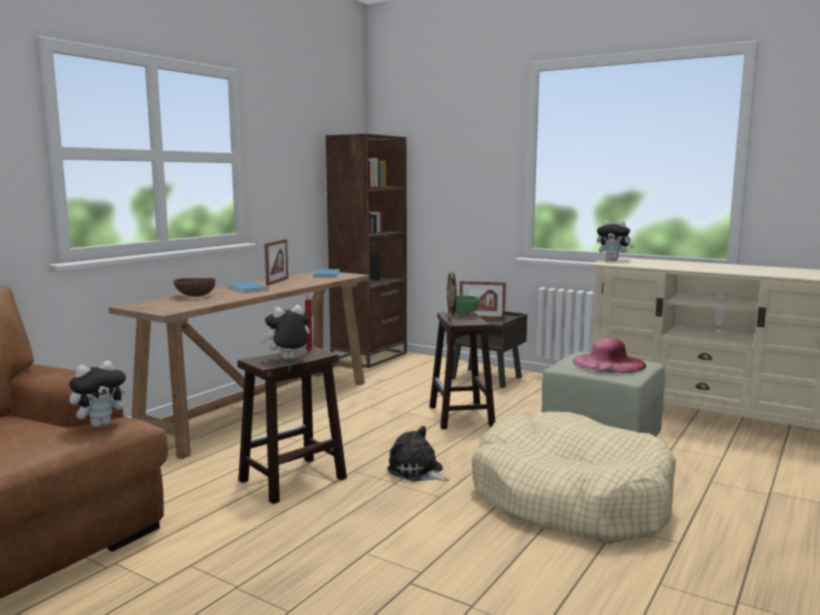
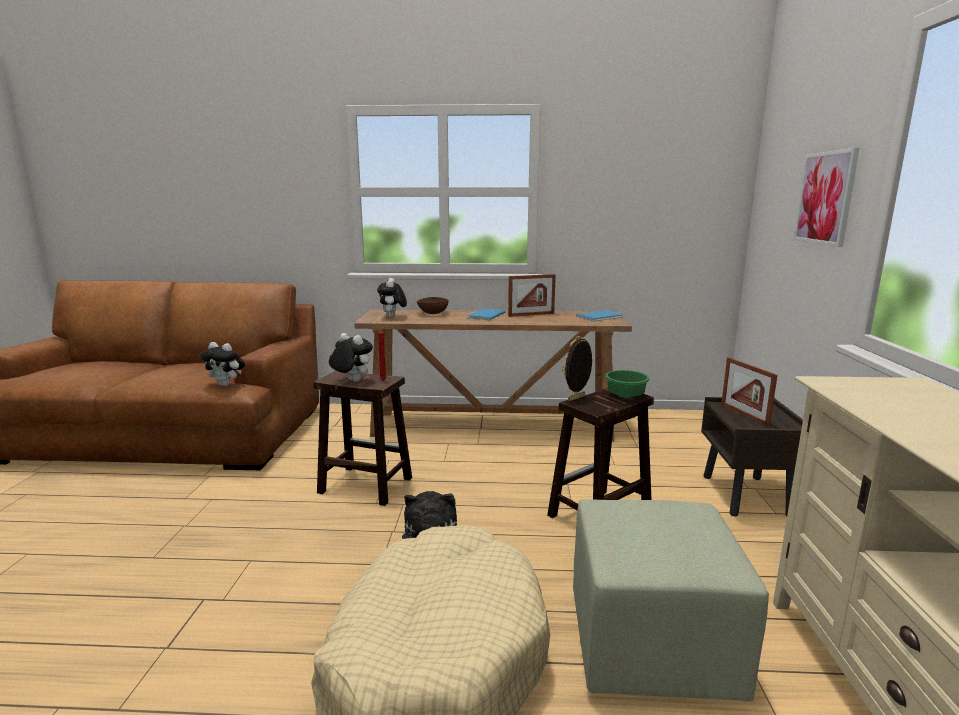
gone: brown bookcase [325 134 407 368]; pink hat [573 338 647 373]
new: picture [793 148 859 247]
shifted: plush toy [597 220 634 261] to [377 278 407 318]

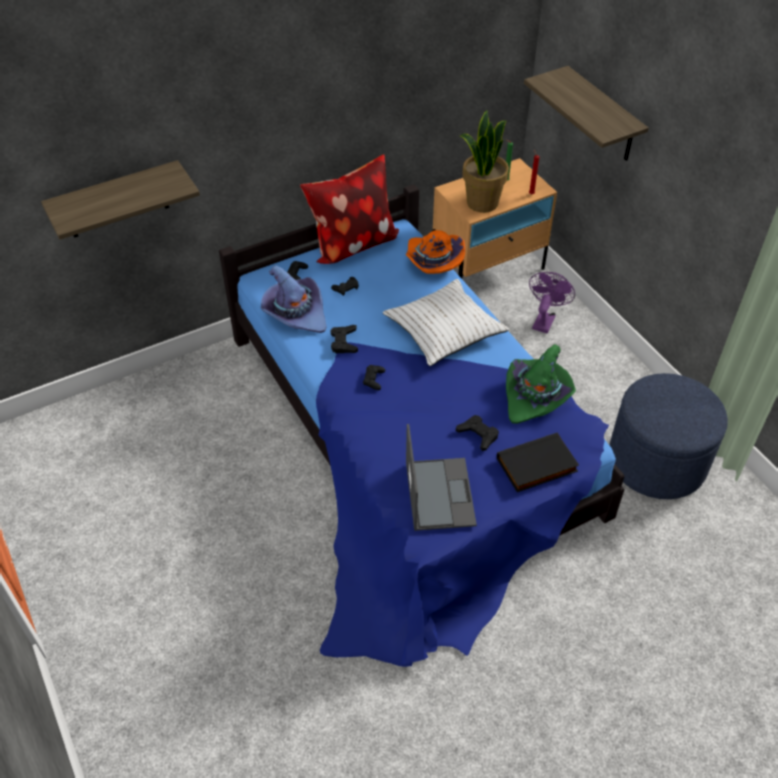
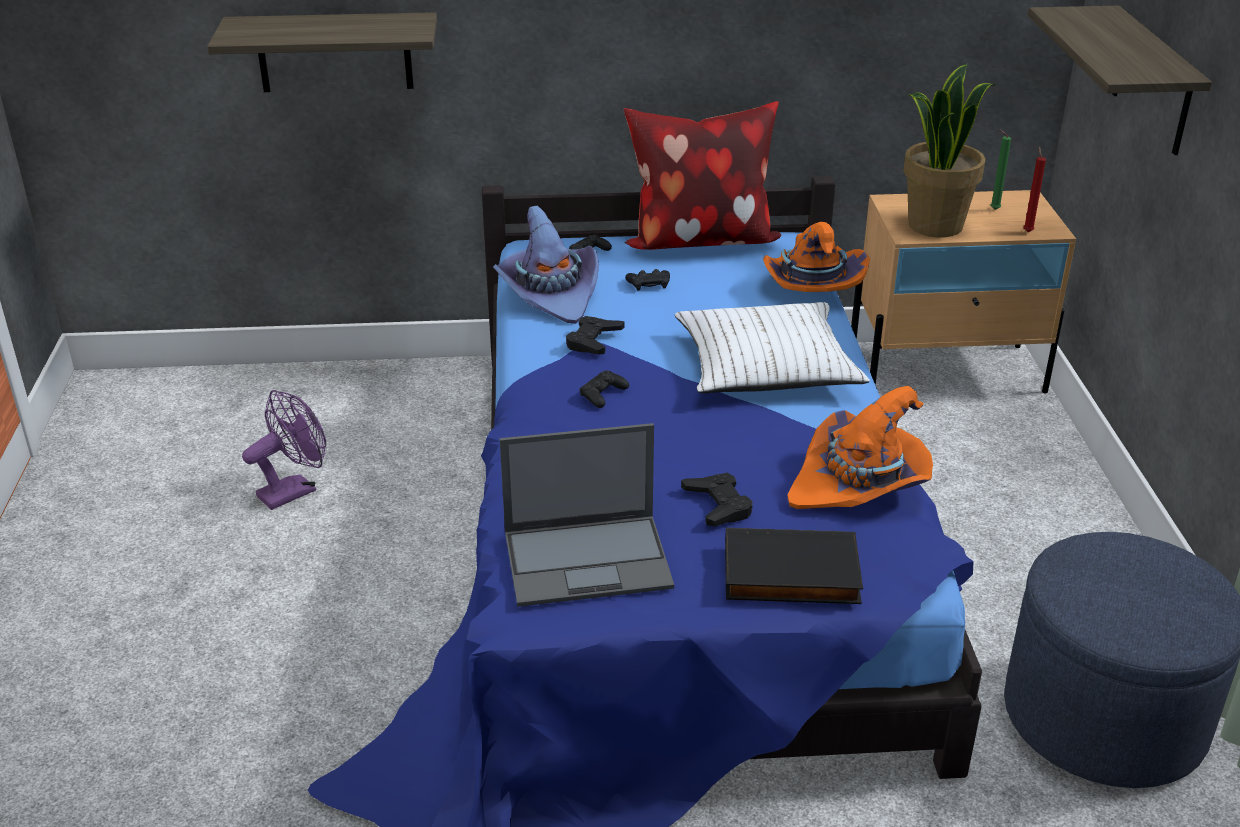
shifted: purple fan [529 272 575 333] to [242 390 326 510]
repainted: green hat [506 344 576 424] to orange hat [788 386 933 509]
rotated: laptop [406 424 477 531] = [500 423 674 607] 60 degrees clockwise

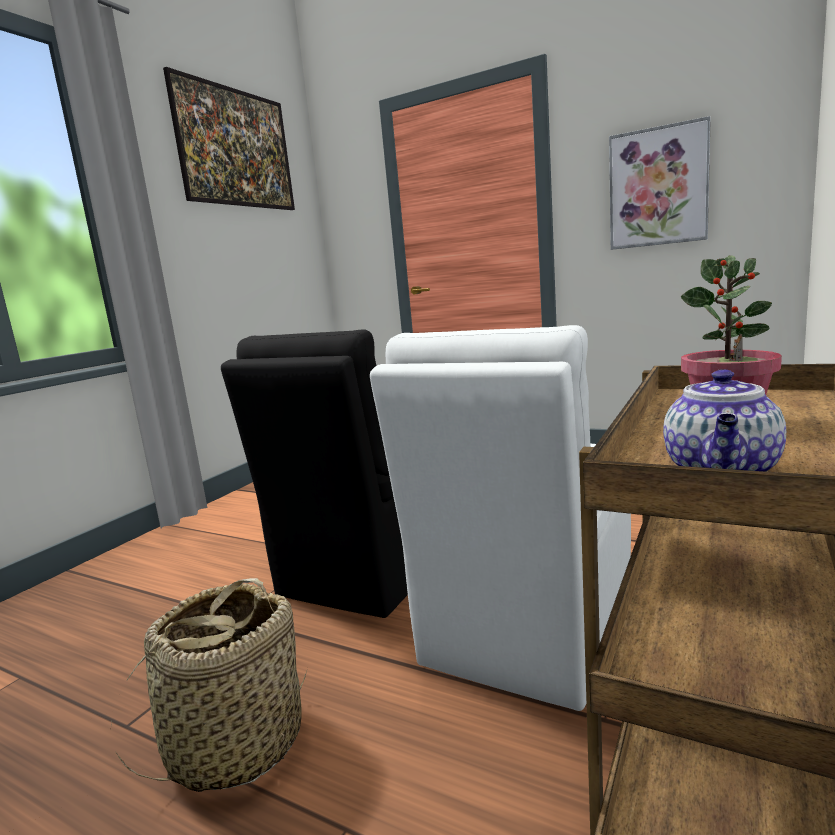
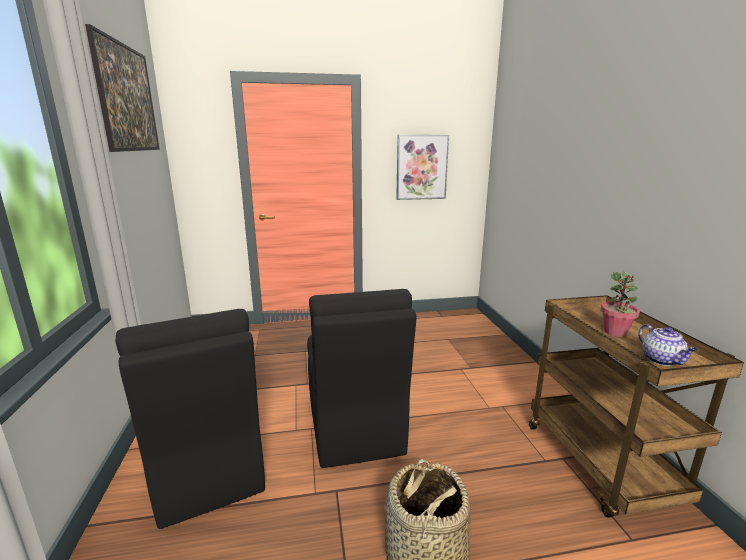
gone: white chair [370 325 631 711]
new: black chair [115 309 265 529]

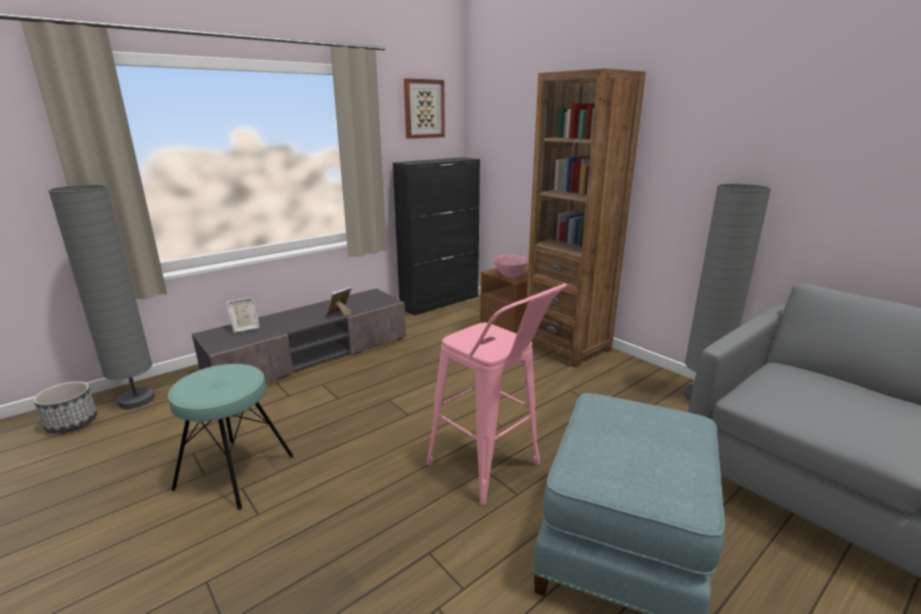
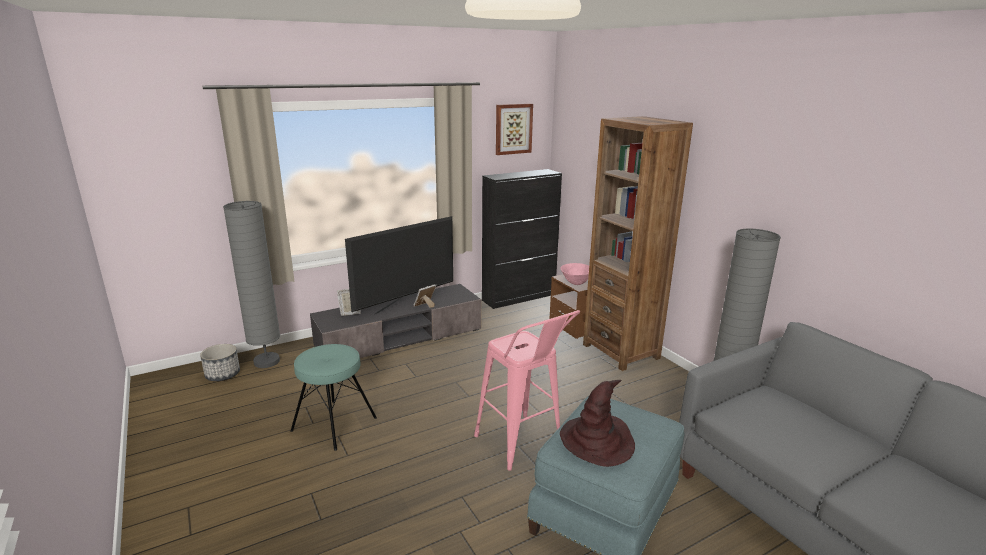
new: television [345 216 453 315]; brown hat [560 380 635 467]

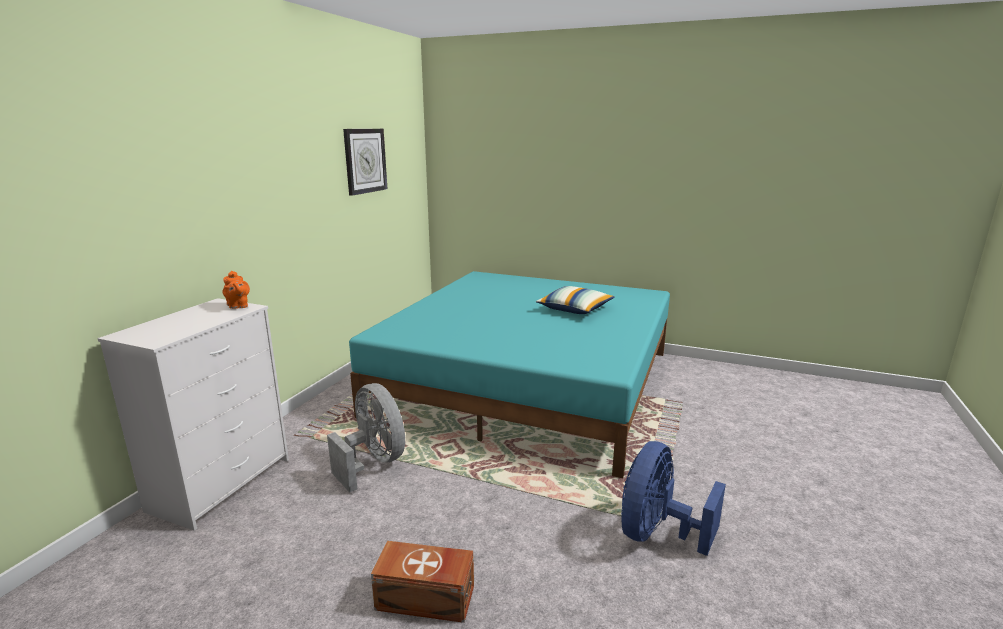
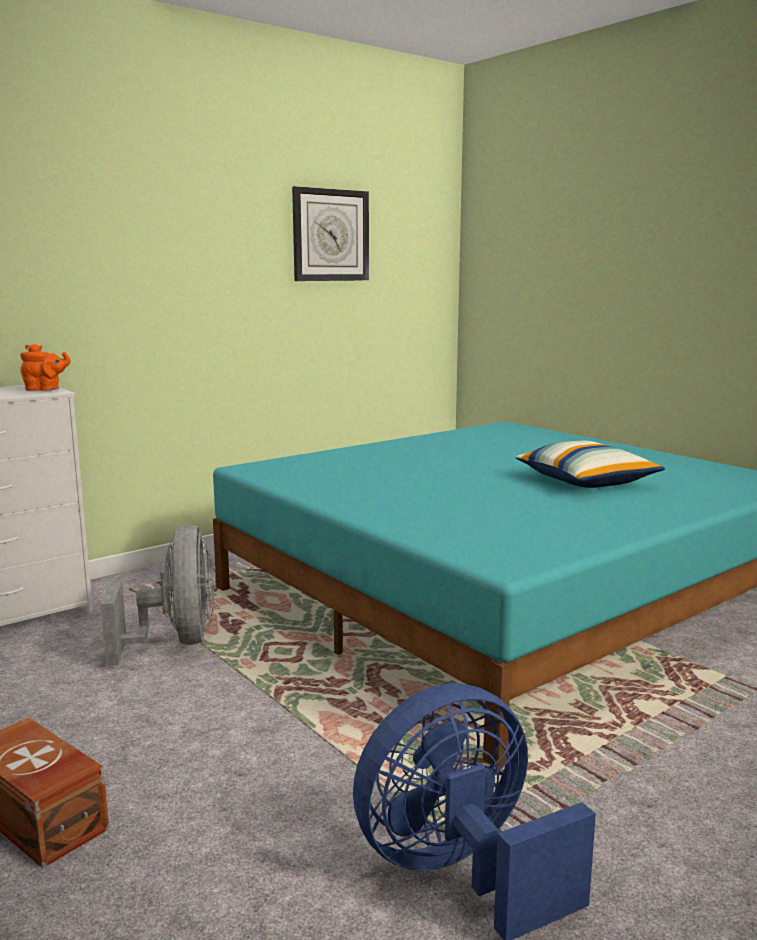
rotated: orange teapot [223 271 250 309] = [20 344 71 391] 90 degrees counterclockwise

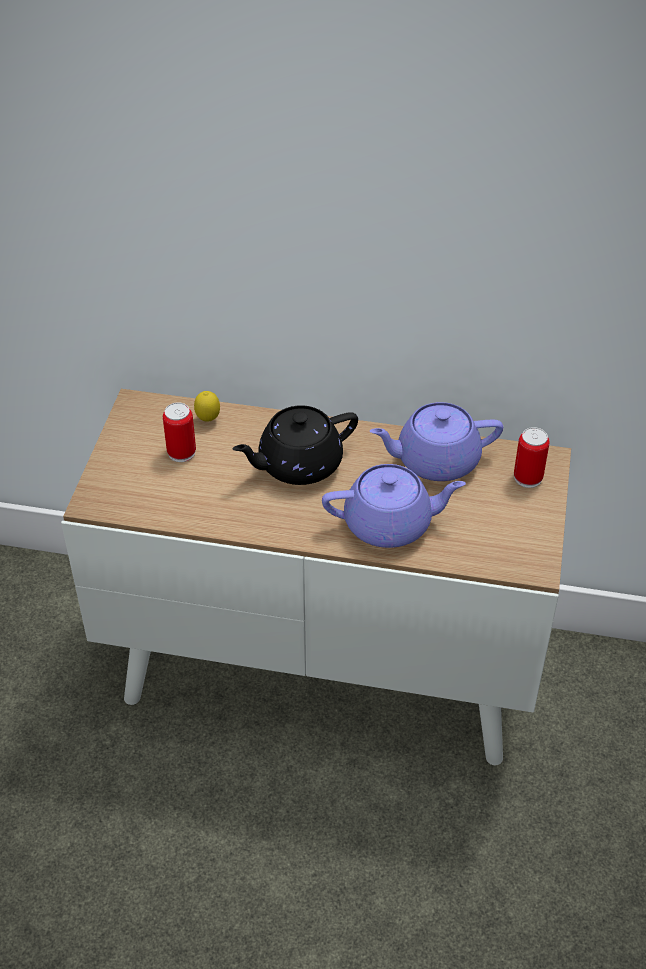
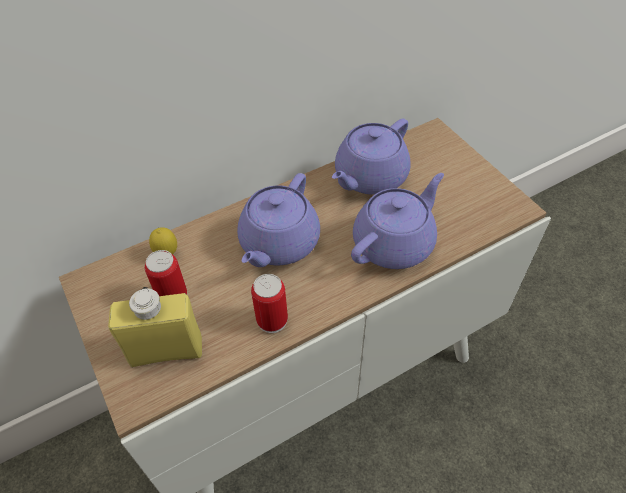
new: yellow bottle [108 287 202 367]
shifted: can [514 427 550 488] to [251 274 288 333]
repainted: black teapot [232 405 358 485] to purple teapot [237 173 320 267]

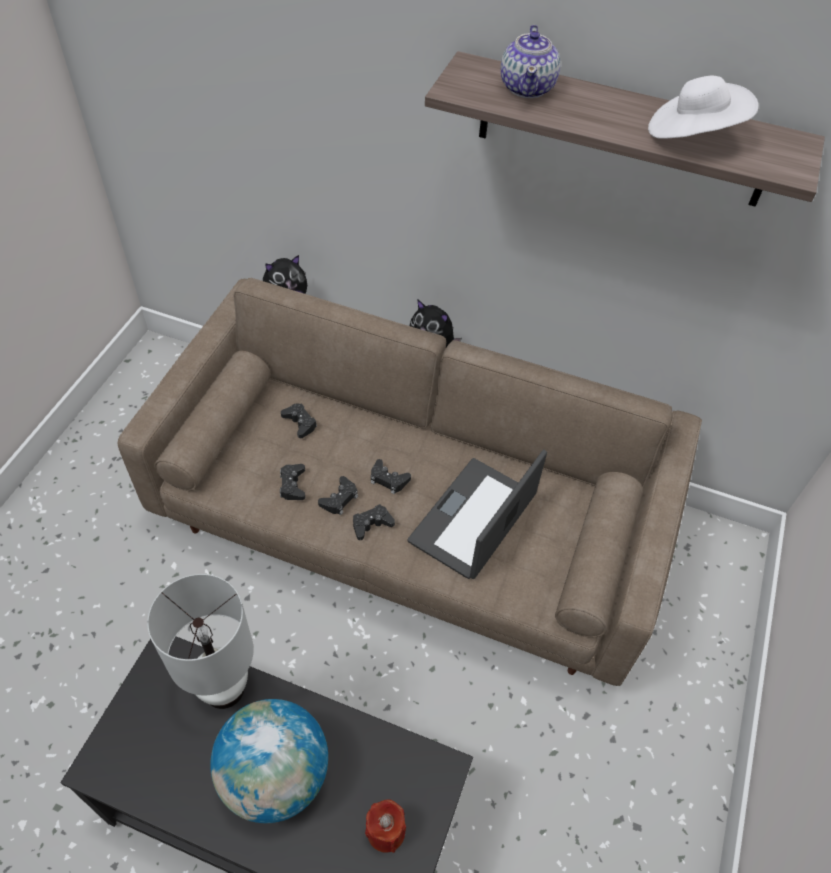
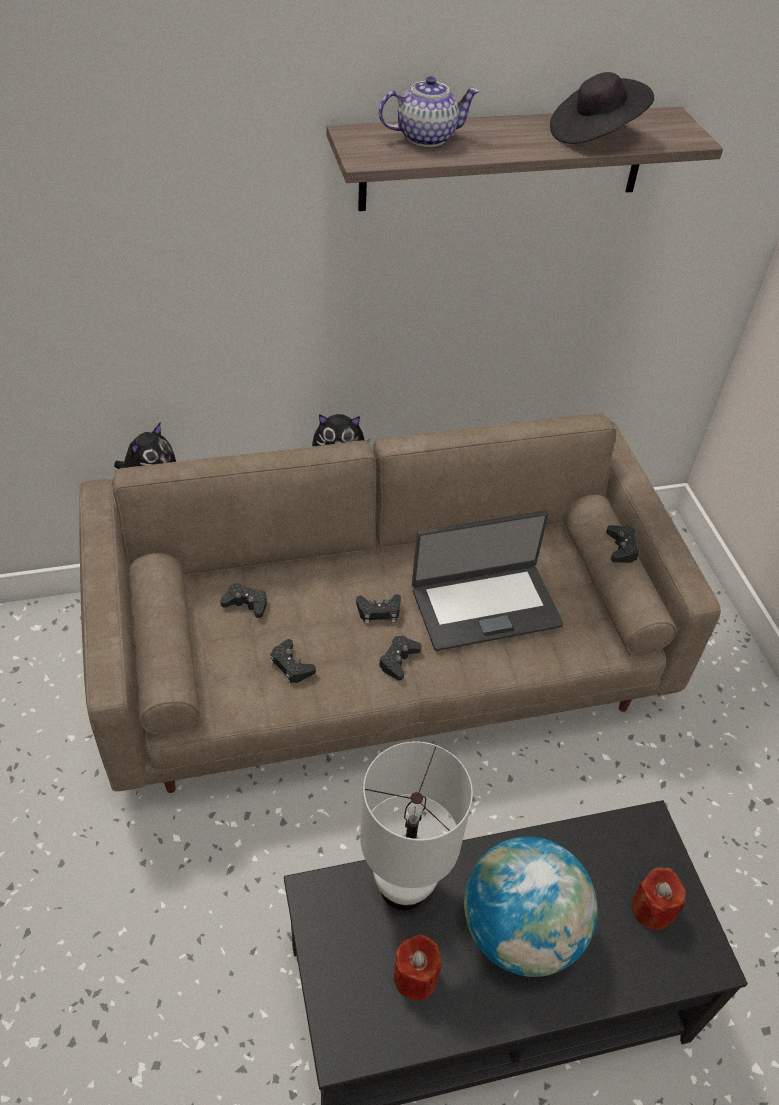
new: red candle [394 935 441 1001]
shifted: black game controller [318 476 358 515] to [606 525 640 563]
repainted: white hat [648 75 759 139] to black hat [550 72 654 144]
rotated: laptop [408 449 547 579] = [412 511 564 651] 105 degrees counterclockwise; teapot [501 25 561 98] = [379 76 480 147] 75 degrees counterclockwise

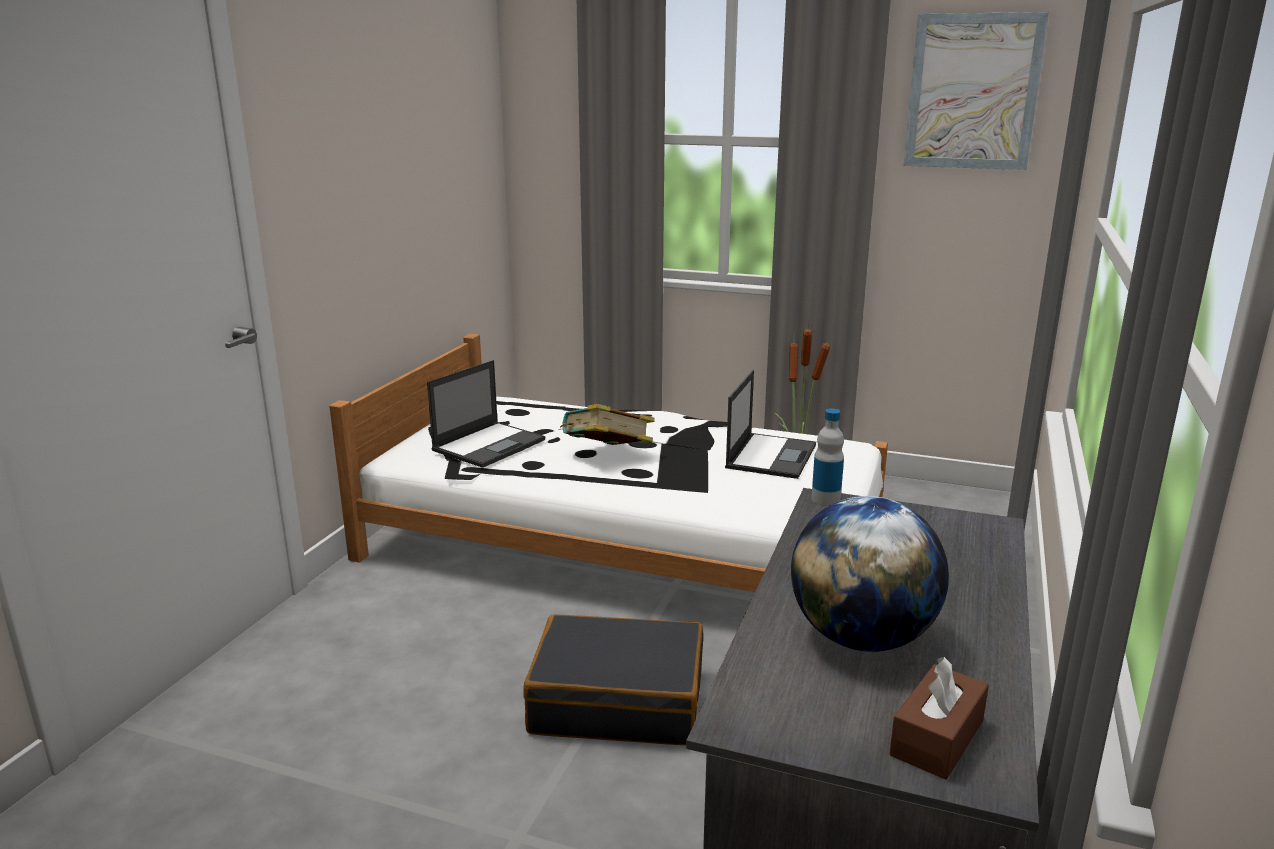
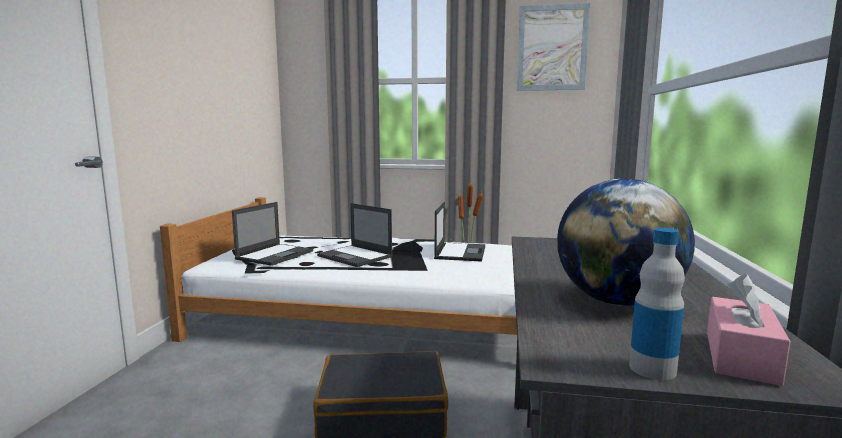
shifted: bottle [811 408 844 506] to [629 227 685 380]
swapped: book [560 404 655 445] to laptop [317 203 393 267]
repainted: brown tissue box [889 657 989 780] to pink tissue box [707 274 791 386]

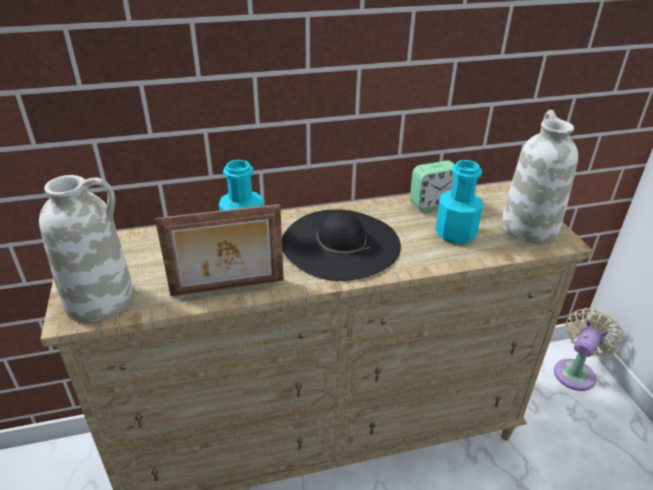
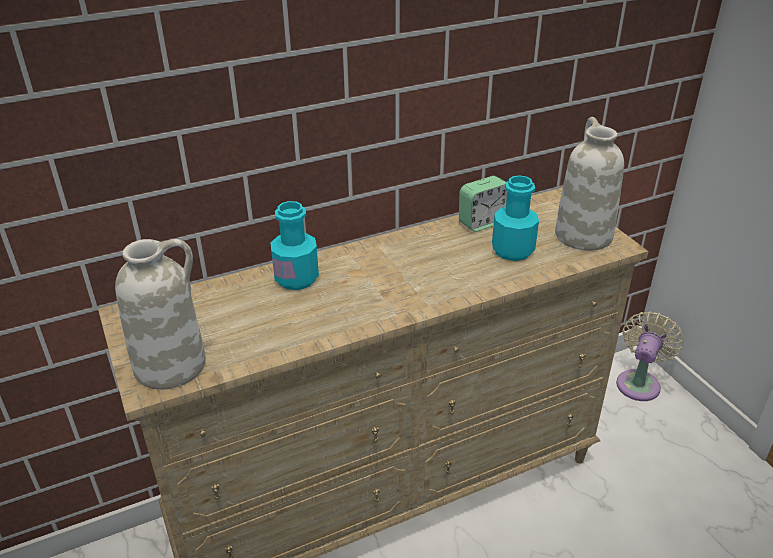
gone: picture frame [155 204 284 296]; black hat [282 209 401 281]

